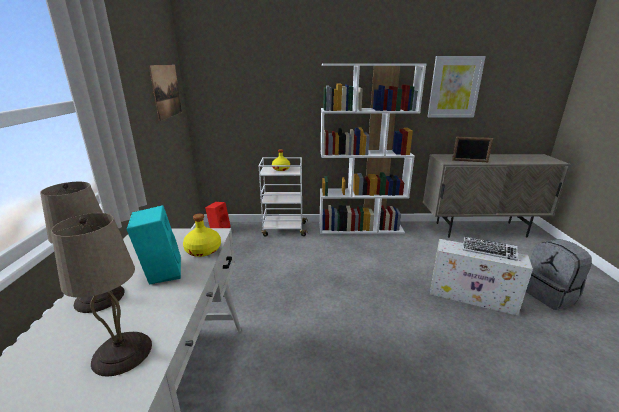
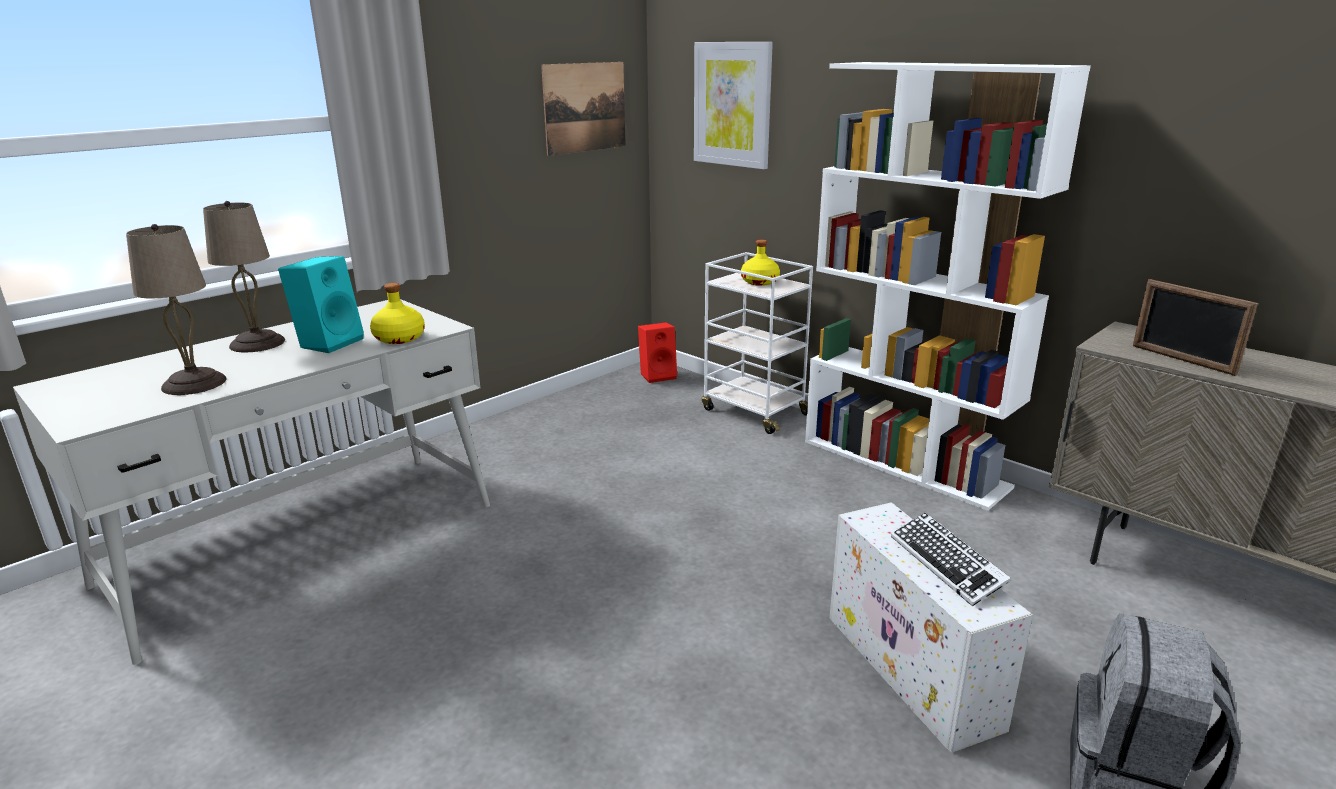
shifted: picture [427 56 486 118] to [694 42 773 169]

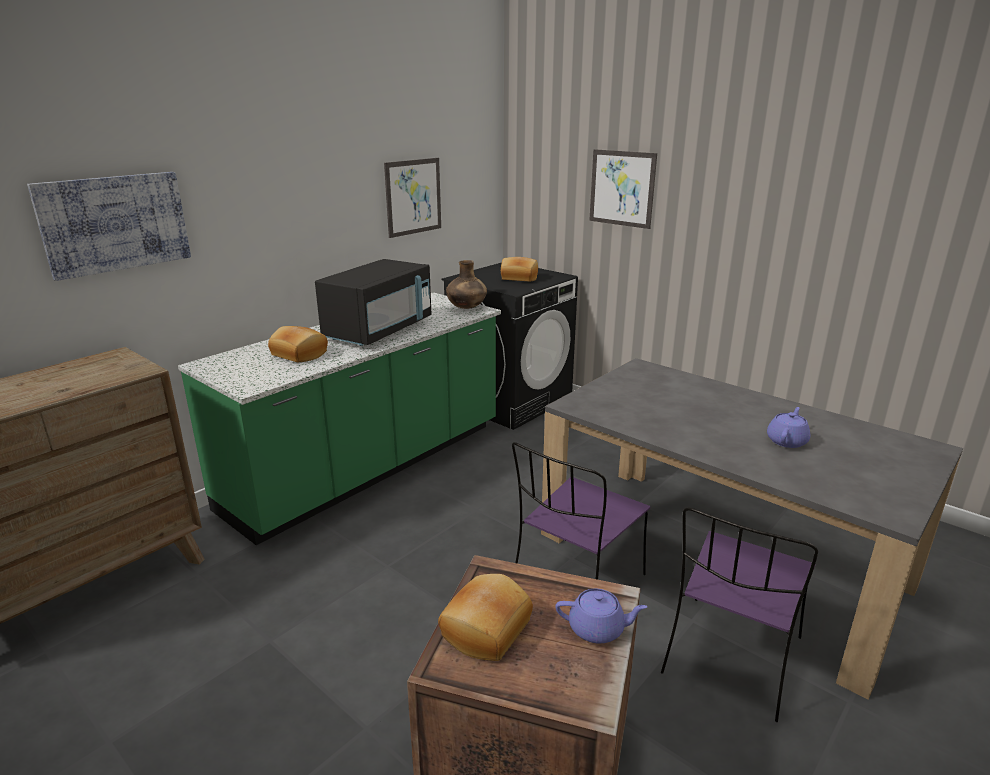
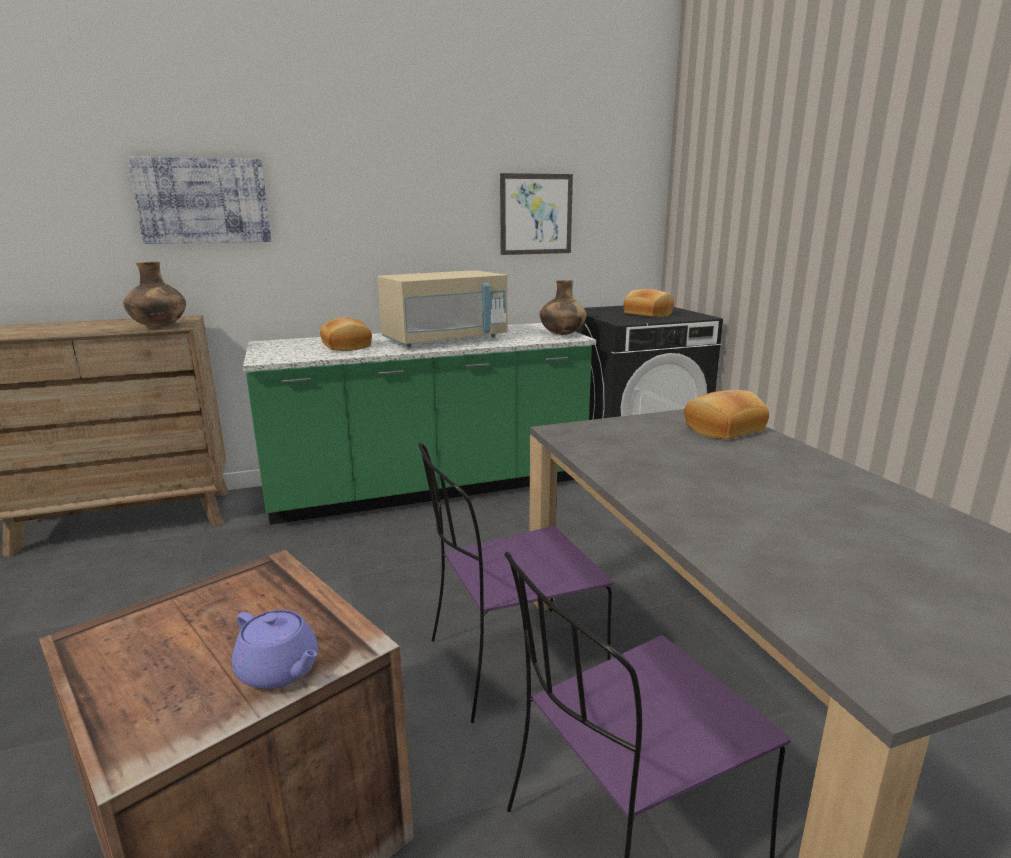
gone: picture [589 149 657 229]; purple teapot [767 407 810 448]
new: brown vase [123 261 186 327]
shifted: bread [438 574 533 661] to [684 390 769 439]
repainted: black microwave [315 259 432 346] to beige microwave [378 270 508 347]

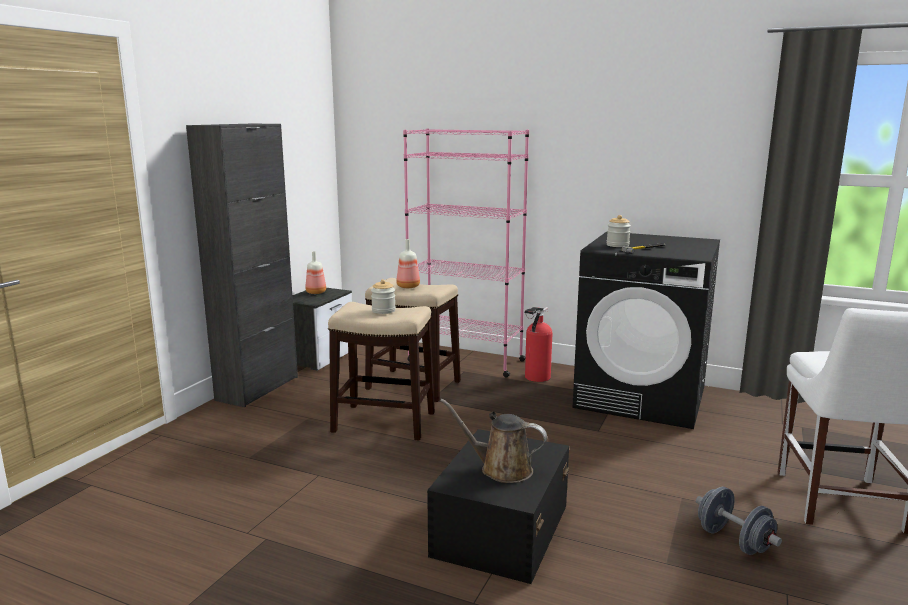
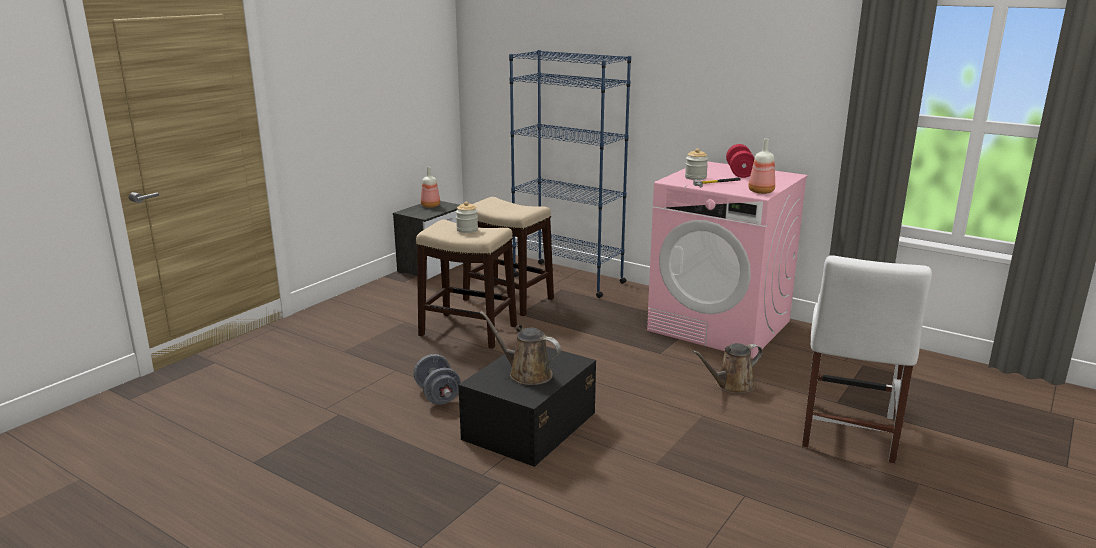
gone: black cabinet [186 124 298 407]; fire extinguisher [525 307 553 382]
new: brown watering can [692 343 763 393]; red dumbbell [726 144 755 178]
shifted: bottle [396 239 420 288] to [748 139 775 194]; grey dumbbell [696 487 782 555] to [413 354 461 405]
repainted: pink bookcase [403 128 529 378] to blue bookcase [509 50 631 298]; black washing machine [572 232 720 429] to pink washing machine [647 161 808 359]

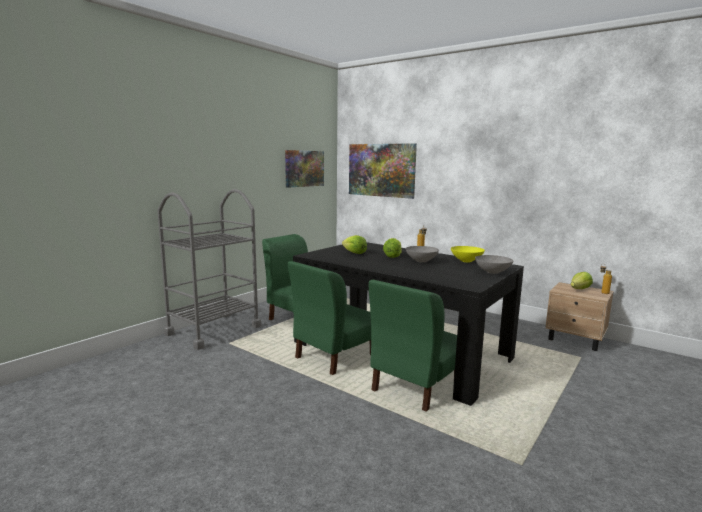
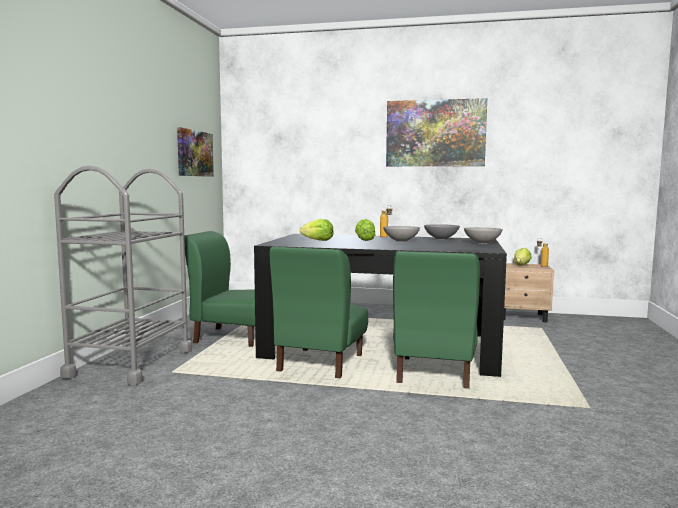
shifted: picture [349 143 417 199] to [386 98 487 166]
repainted: yellow bowl [451 246 485 262] to grey bowl [424 224 460 240]

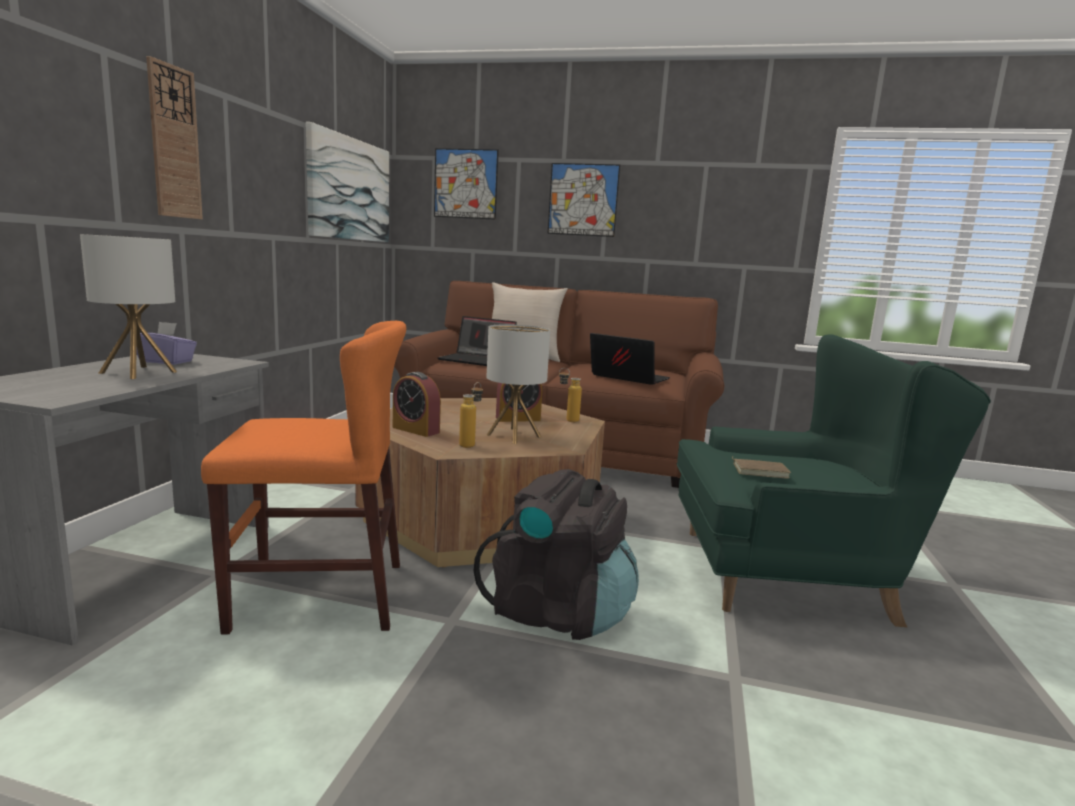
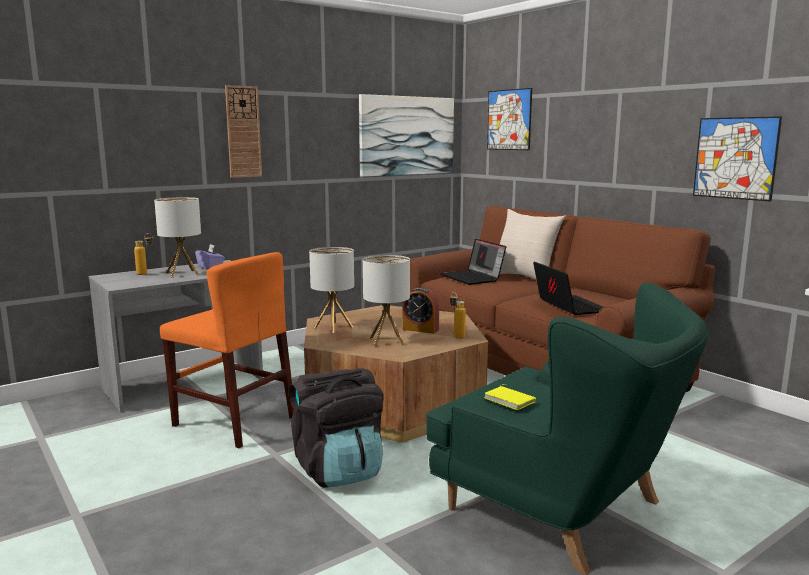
shifted: bottle [459 382 483 448] to [134 233 153 275]; picture [547 163 620 237] to [693 116 782 202]
swapped: alarm clock [393 372 441 437] to table lamp [309 247 354 333]
repainted: brown book [732 456 791 479] to yellow book [484 384 536 410]

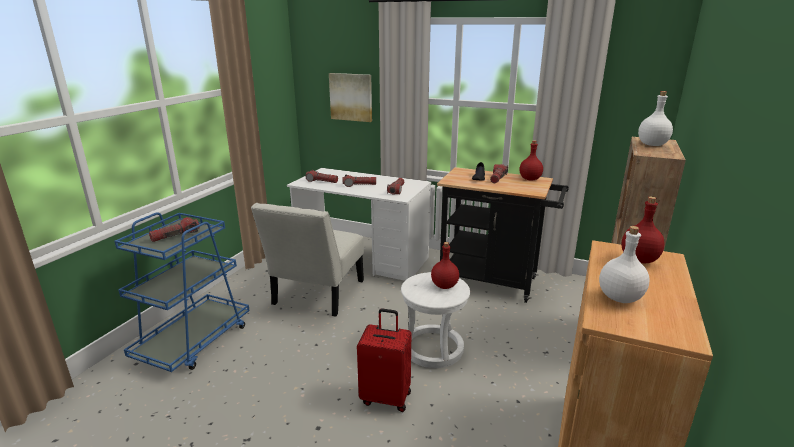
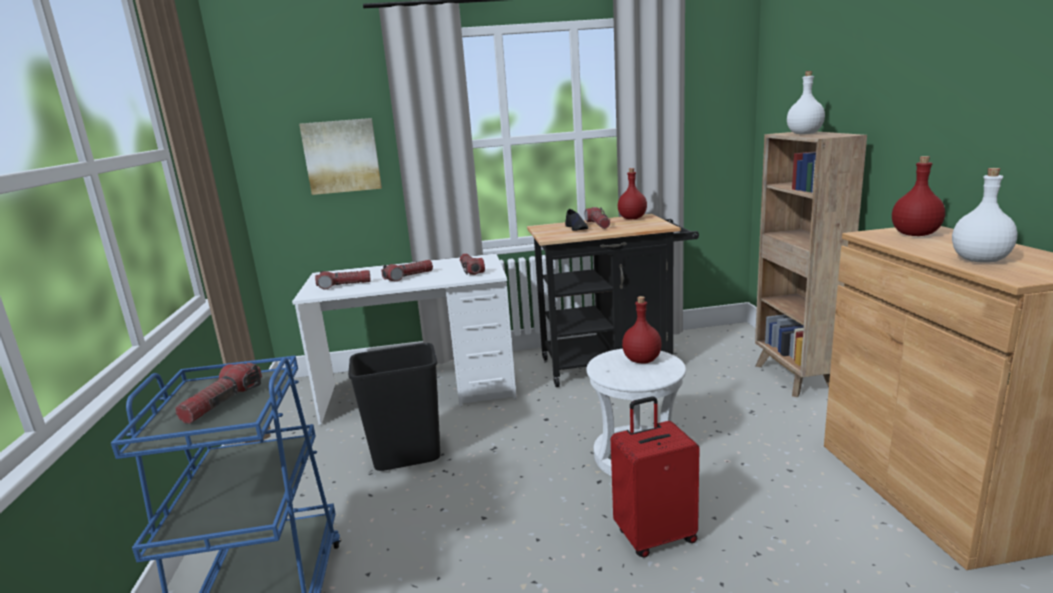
swapped: white chair [251 203 364 317] to black trash can [348 343 440 471]

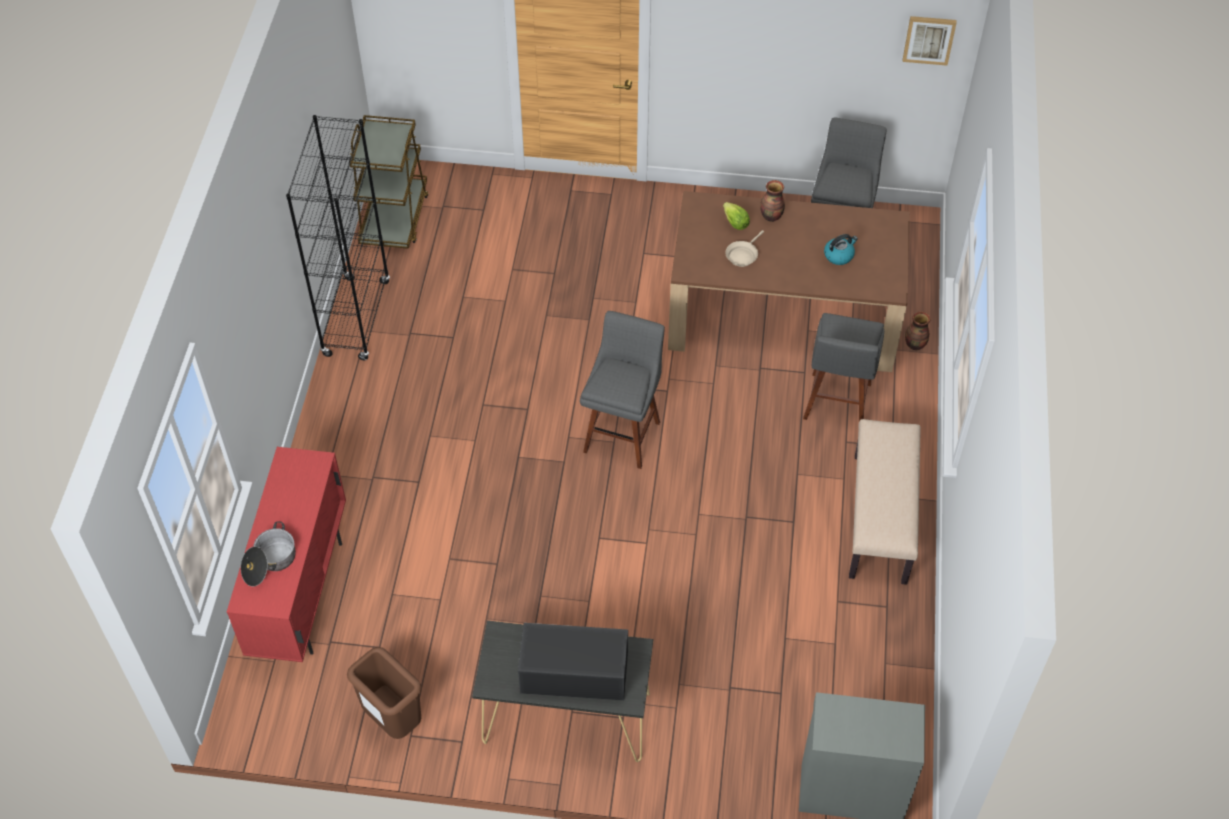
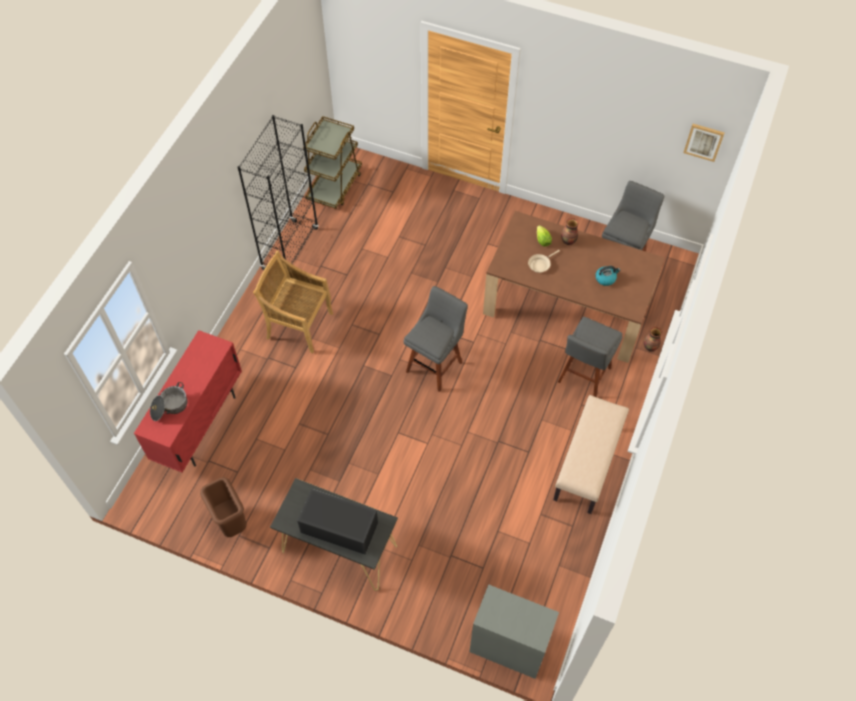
new: beige chair [253 250 333 353]

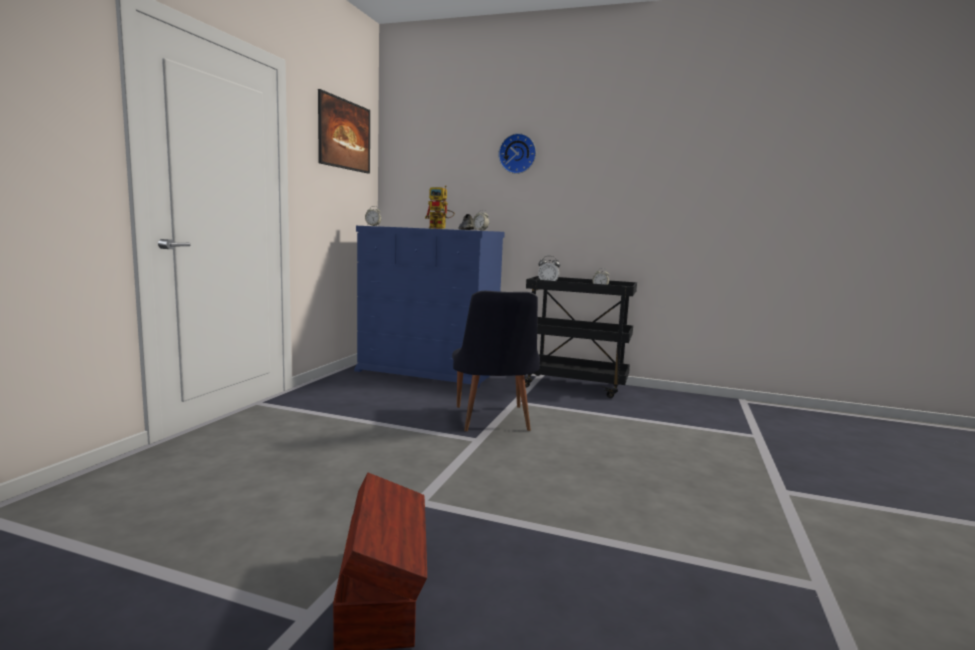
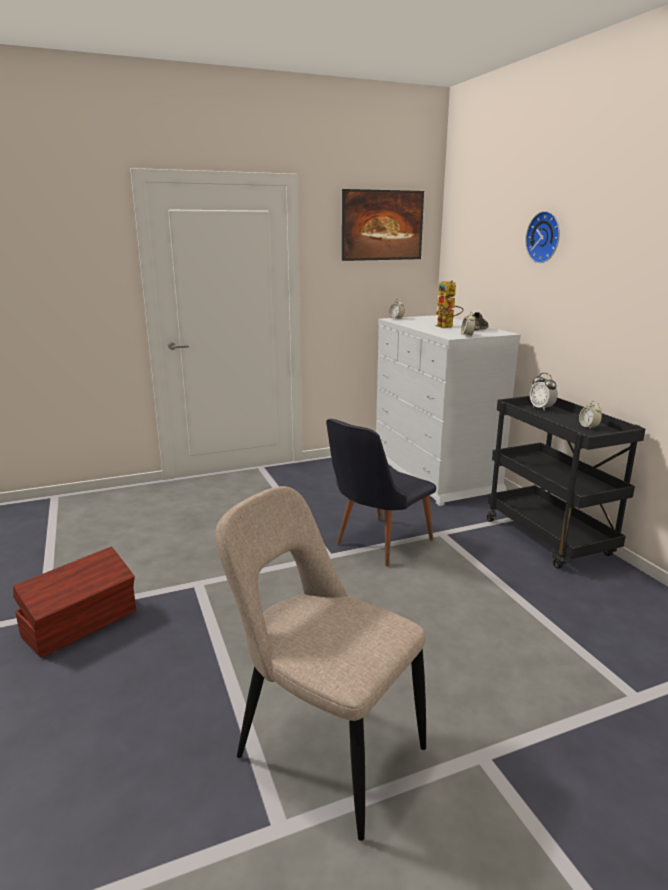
new: beige chair [215 486 426 841]
repainted: blue dresser [354 226 505 388] to white dresser [376 315 521 506]

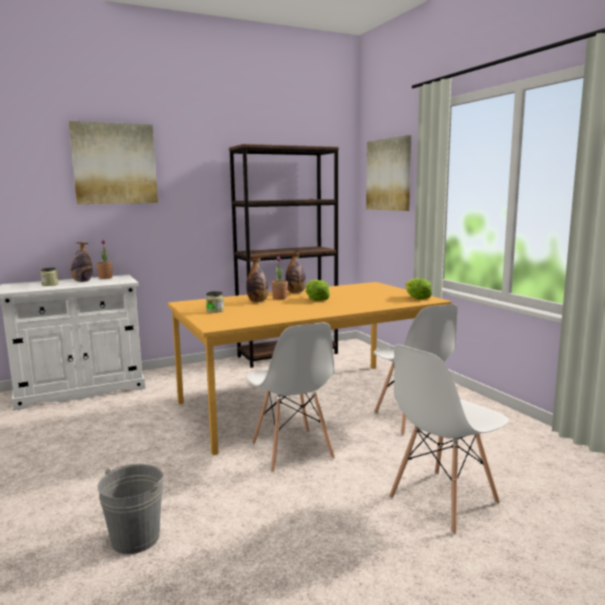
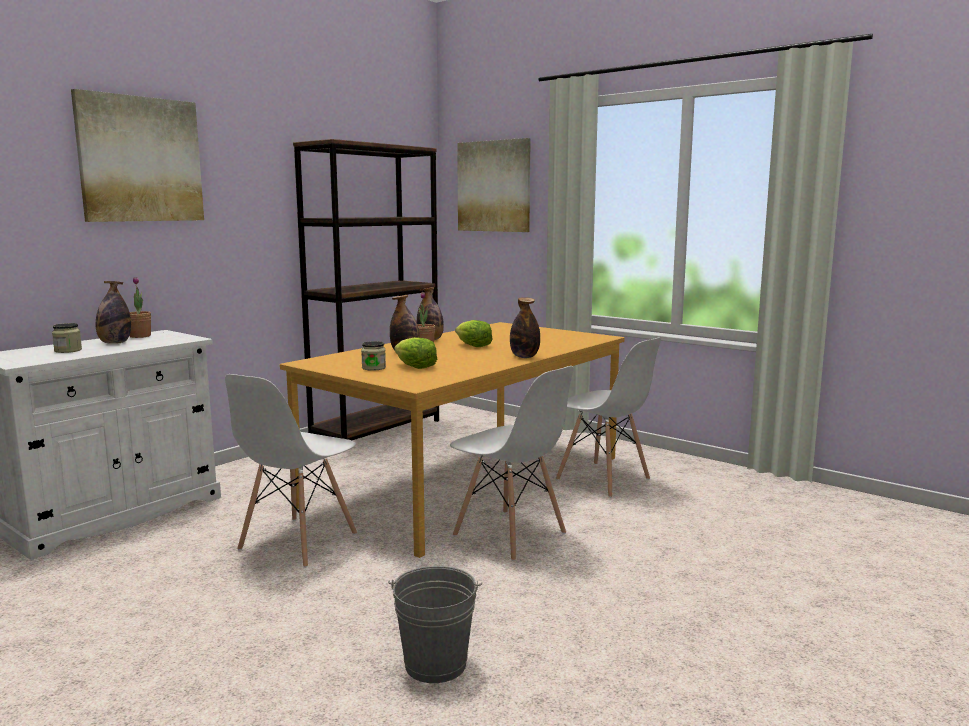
new: bottle [510 297 540 358]
shifted: white chair [389 344 509 534] to [225 374 357 568]; lettuce [405 278 432 299] to [394 337 437 369]

